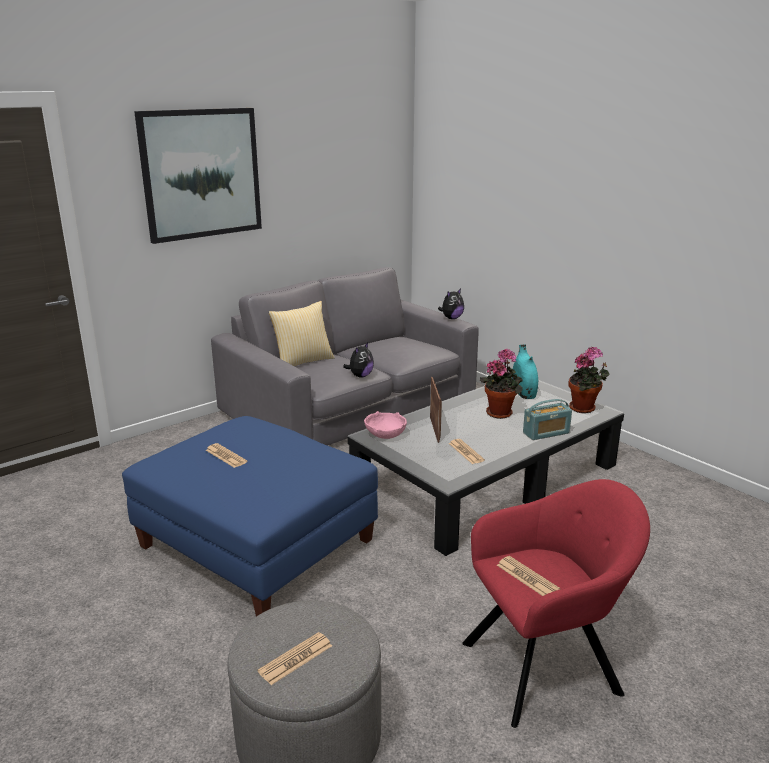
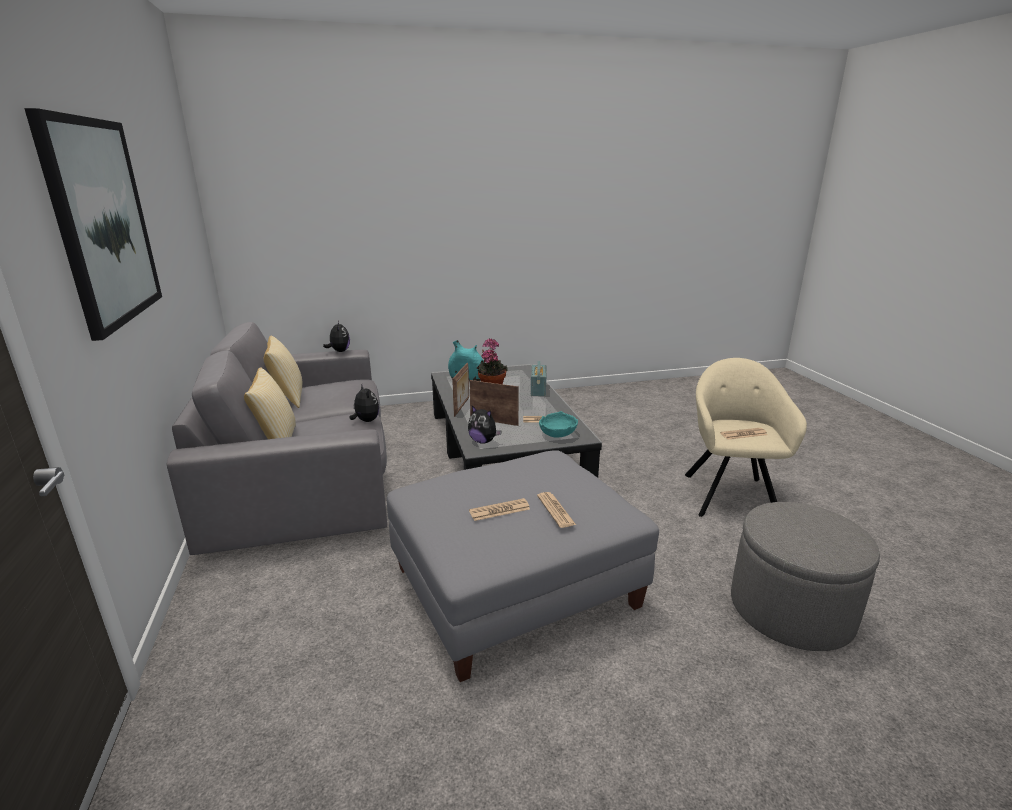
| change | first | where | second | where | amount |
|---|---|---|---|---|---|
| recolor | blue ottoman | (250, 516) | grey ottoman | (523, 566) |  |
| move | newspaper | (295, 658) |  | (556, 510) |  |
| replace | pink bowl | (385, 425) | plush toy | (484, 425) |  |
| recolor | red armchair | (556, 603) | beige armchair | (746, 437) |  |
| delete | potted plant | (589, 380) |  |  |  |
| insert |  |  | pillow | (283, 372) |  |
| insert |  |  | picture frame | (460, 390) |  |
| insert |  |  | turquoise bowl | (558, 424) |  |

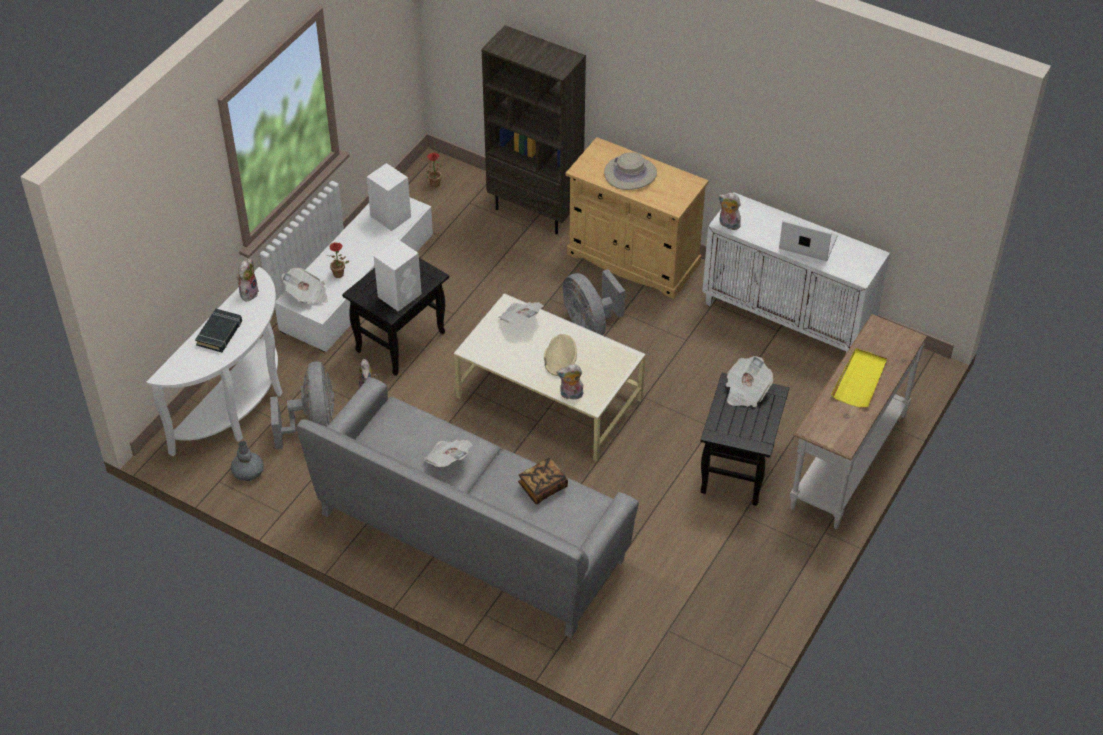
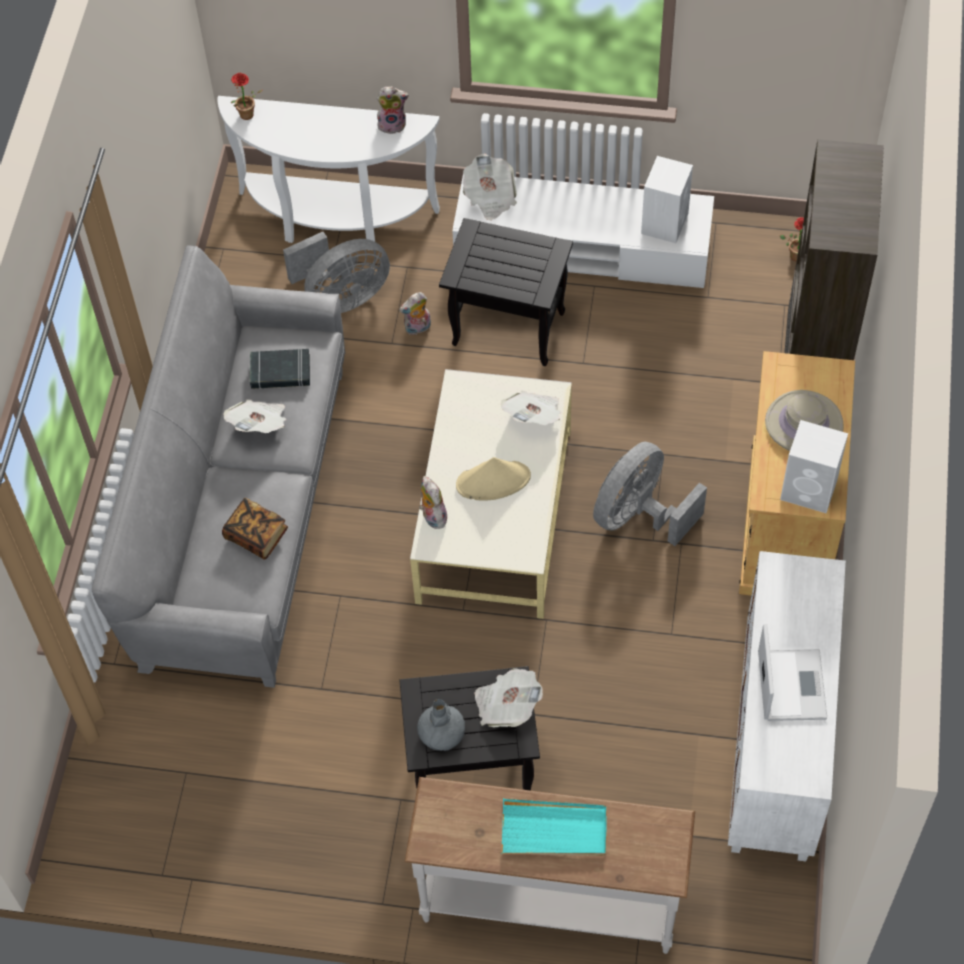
| change | first | where | second | where | amount |
|---|---|---|---|---|---|
| move | black book | (218, 330) |  | (280, 369) |  |
| move | grey vase | (247, 461) |  | (441, 725) |  |
| move | potted plant | (338, 260) |  | (246, 96) |  |
| move | white speaker | (398, 275) |  | (814, 466) |  |
| delete | plush toy | (729, 211) |  |  |  |
| recolor | yellow tray | (859, 378) | turquoise tray | (554, 827) |  |

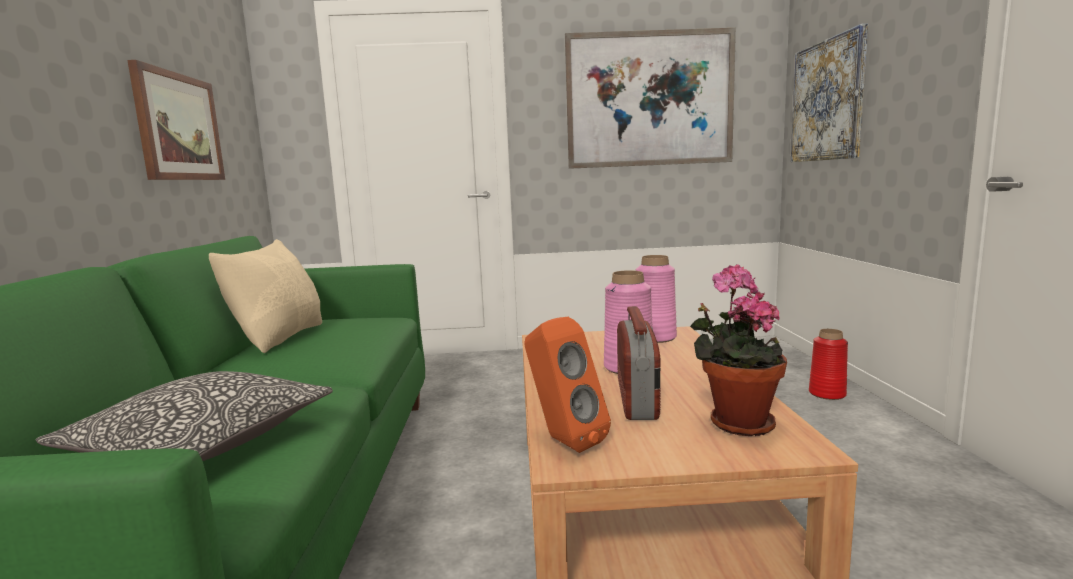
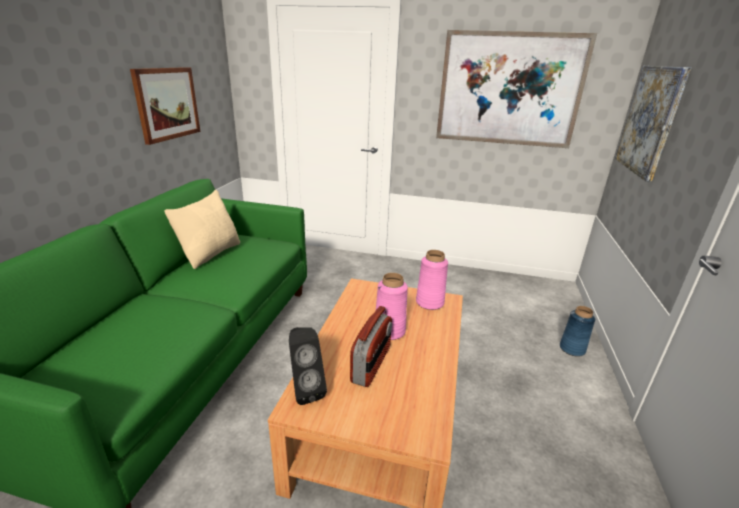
| change | first | where | second | where | amount |
|---|---|---|---|---|---|
| delete | pillow | (184, 416) |  |  |  |
| recolor | orange speaker | (567, 385) | black speaker | (308, 366) |  |
| delete | potted plant | (738, 350) |  |  |  |
| recolor | red vase | (828, 364) | blue vase | (577, 331) |  |

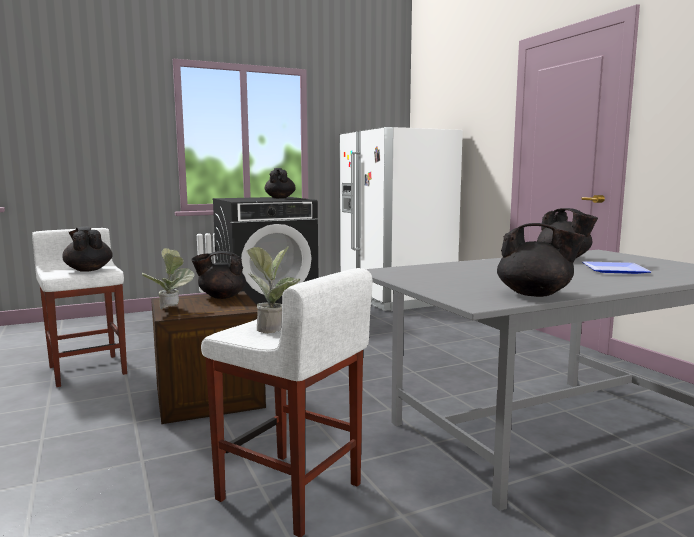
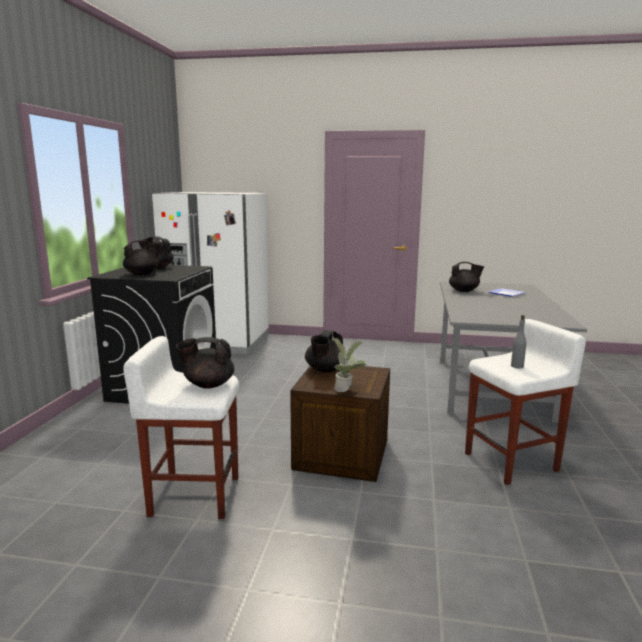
| change | first | where | second | where | amount |
|---|---|---|---|---|---|
| replace | potted plant | (273, 289) | grey bottle | (518, 341) |  |
| move | black teapot | (541, 260) |  | (142, 257) |  |

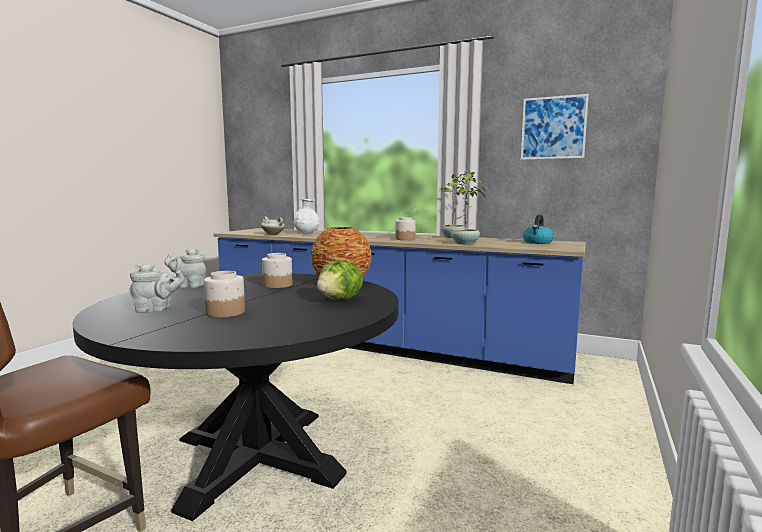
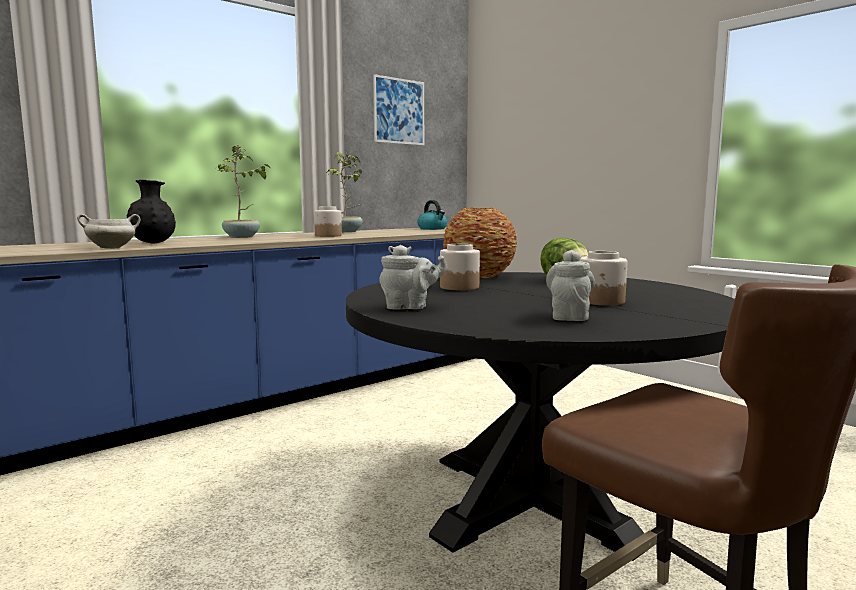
| change | first | where | second | where | amount |
|---|---|---|---|---|---|
| rotate | grey teapot | (185, 268) |  | (413, 277) | 120 degrees counterclockwise |
| recolor | white vase | (306, 216) | black vase | (151, 212) |  |
| move | potted plant | (468, 207) |  | (243, 191) |  |

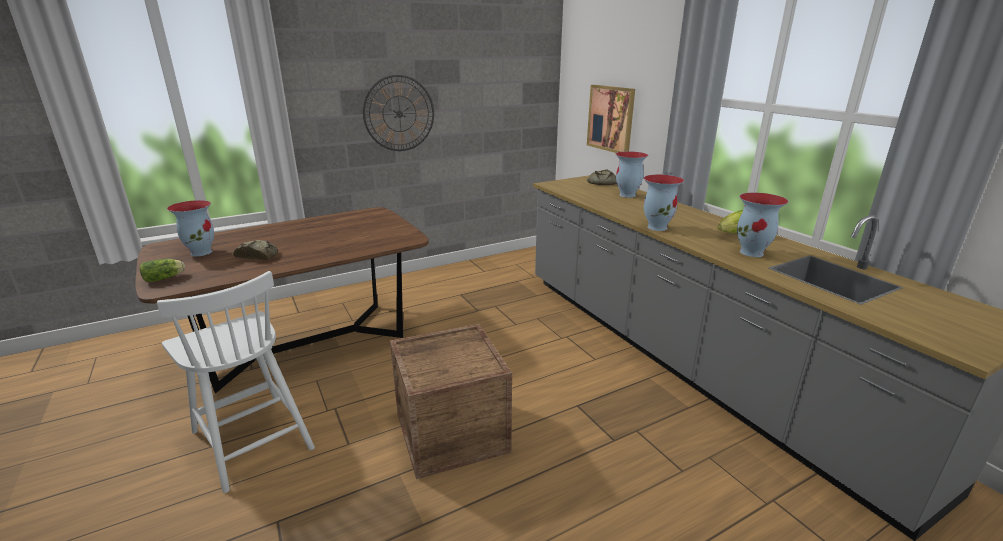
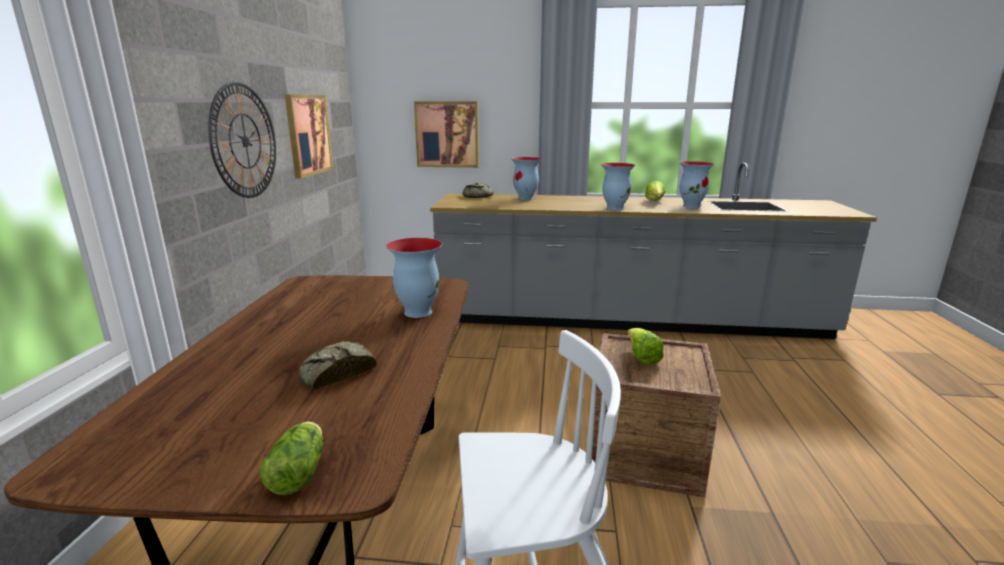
| change | first | where | second | where | amount |
|---|---|---|---|---|---|
| move | vase | (190, 228) |  | (414, 278) |  |
| insert |  |  | picture | (309, 136) |  |
| insert |  |  | lettuce | (645, 346) |  |

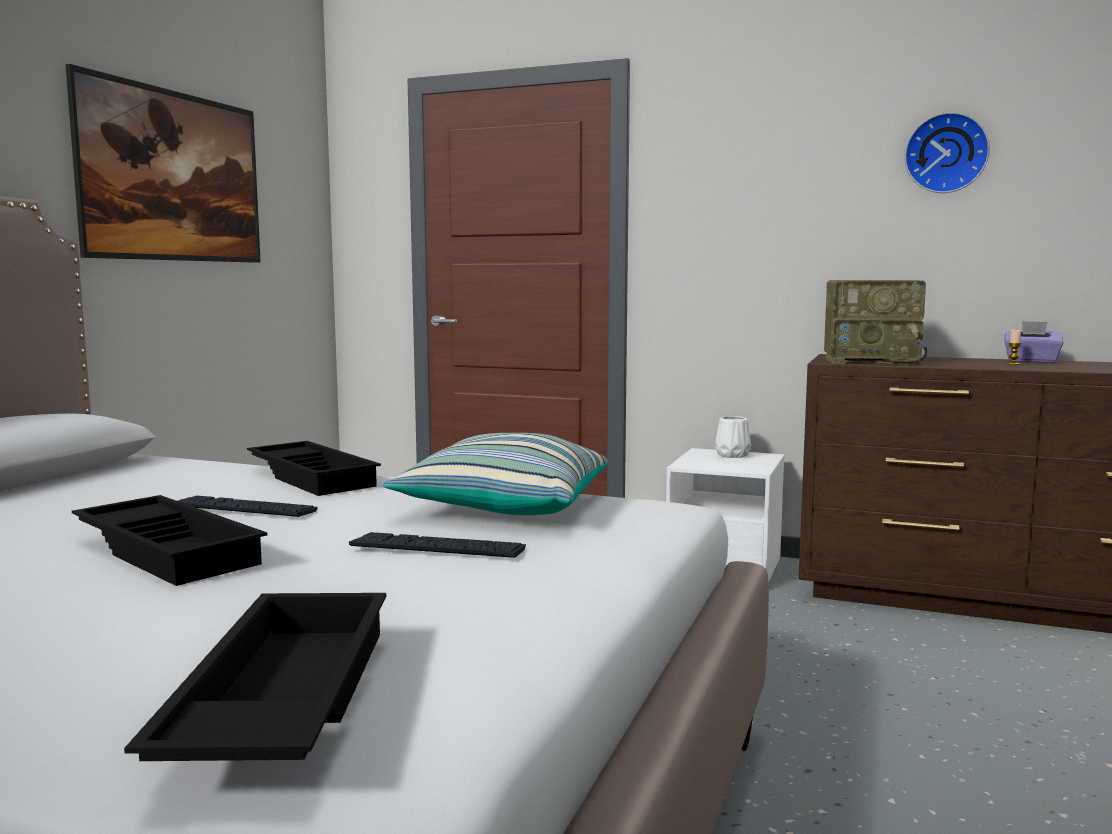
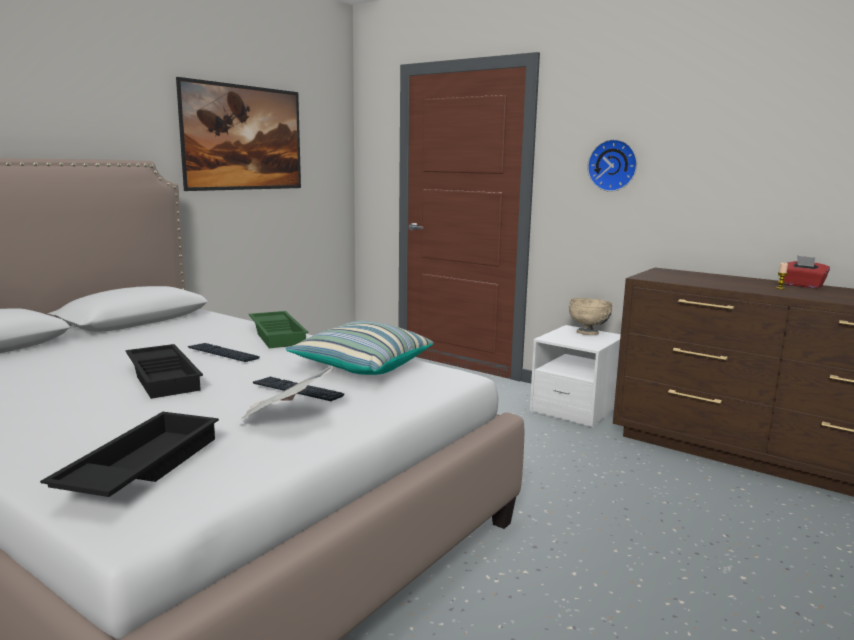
| change | first | where | second | where | amount |
|---|---|---|---|---|---|
| recolor | black tray | (314, 468) | green tray | (278, 329) |  |
| replace | white vase | (733, 437) | beige bowl | (591, 316) |  |
| delete | radio | (875, 322) |  |  |  |
| move | wall clock | (947, 152) |  | (612, 165) |  |
| recolor | purple tissue box | (1034, 342) | red tissue box | (807, 271) |  |
| insert |  |  | newspaper | (287, 392) |  |

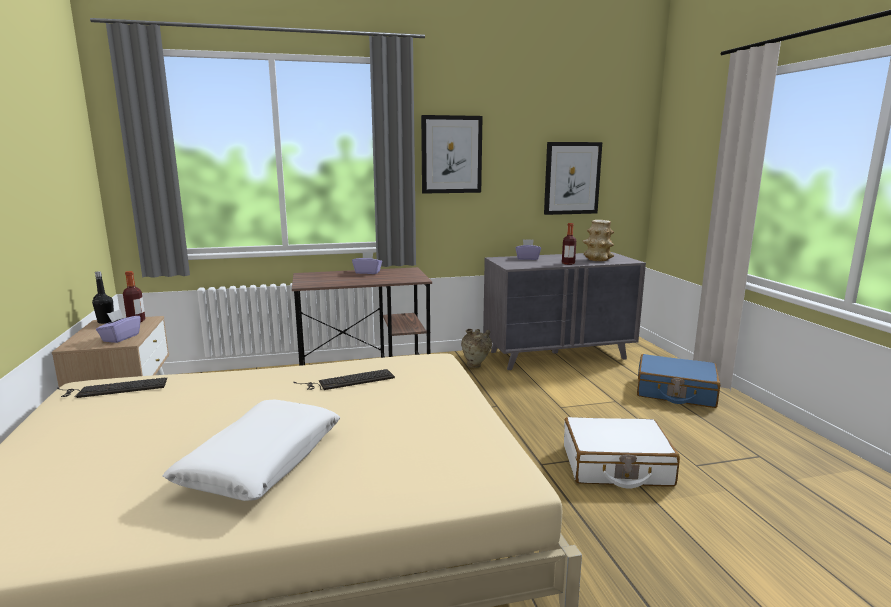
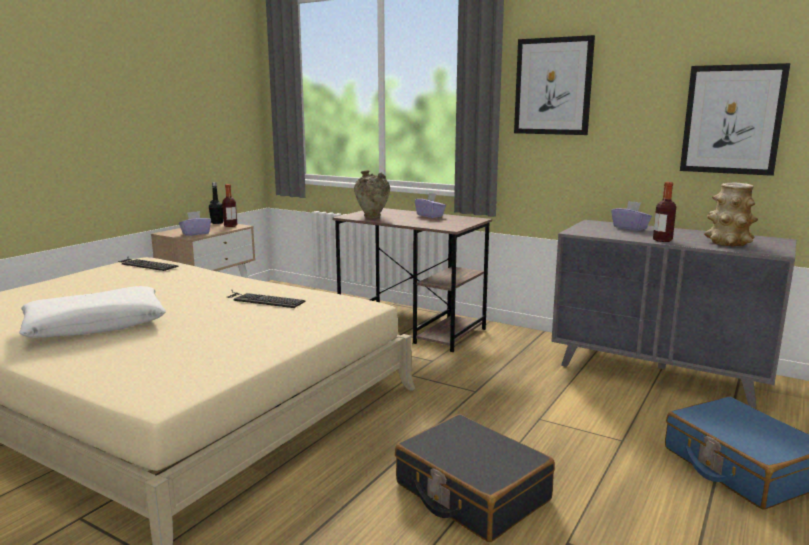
| change | first | where | second | where | amount |
|---|---|---|---|---|---|
| move | beige vase | (476, 348) |  | (372, 194) |  |
| recolor | white suitcase | (622, 452) | black suitcase | (475, 478) |  |

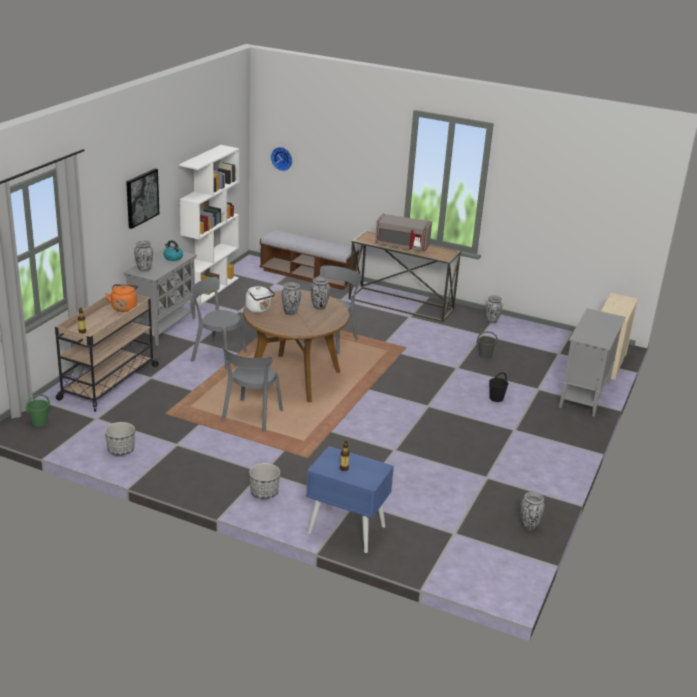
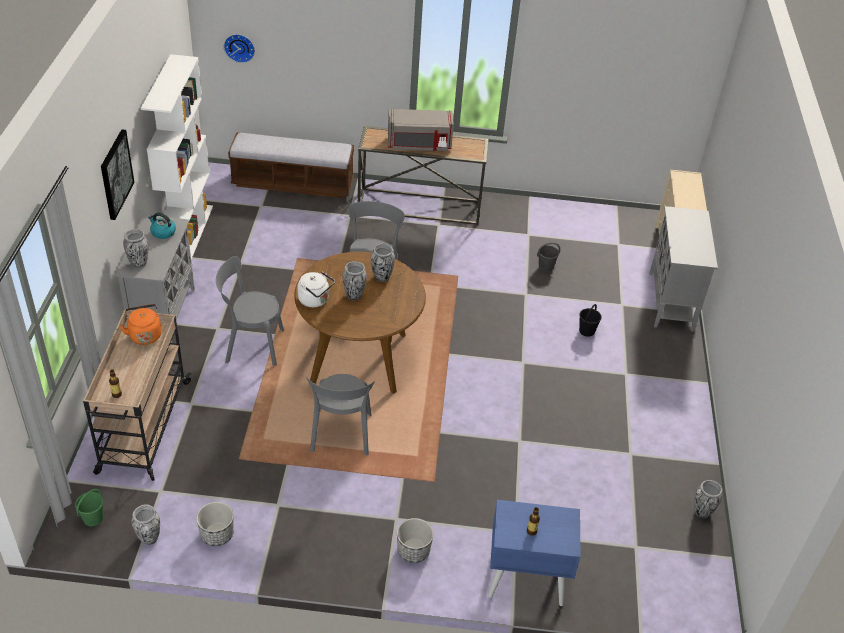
| change | first | where | second | where | amount |
|---|---|---|---|---|---|
| move | vase | (494, 309) |  | (146, 524) |  |

